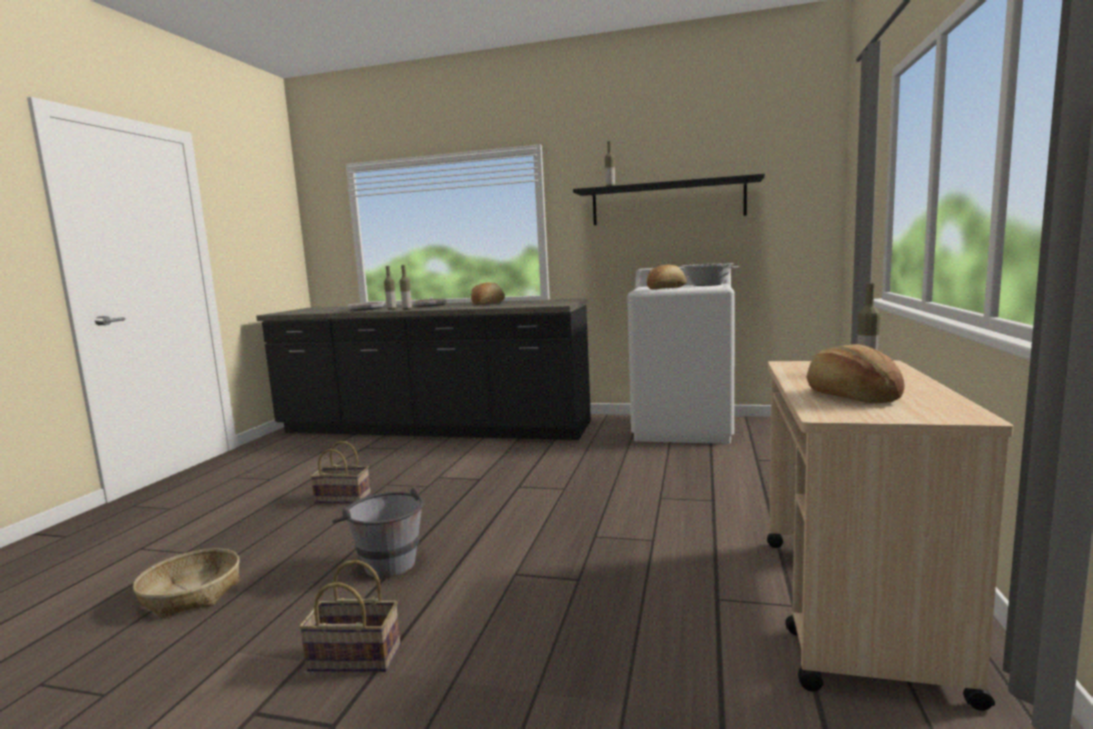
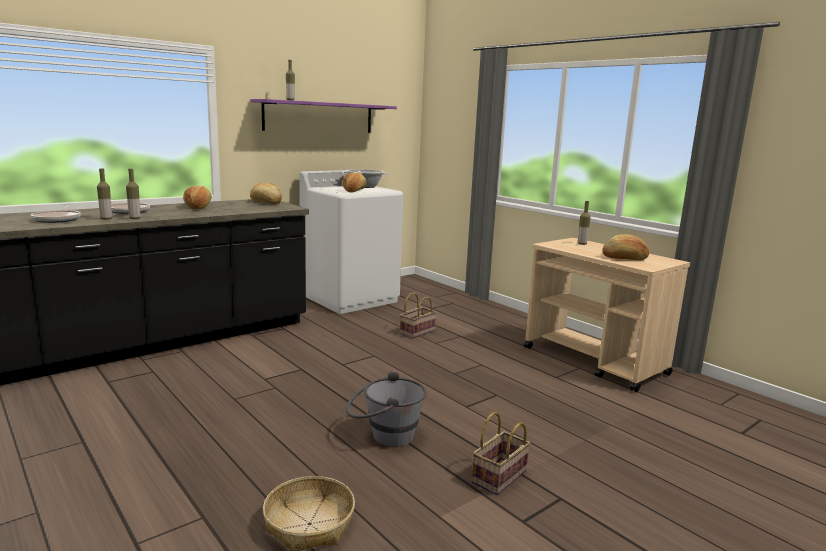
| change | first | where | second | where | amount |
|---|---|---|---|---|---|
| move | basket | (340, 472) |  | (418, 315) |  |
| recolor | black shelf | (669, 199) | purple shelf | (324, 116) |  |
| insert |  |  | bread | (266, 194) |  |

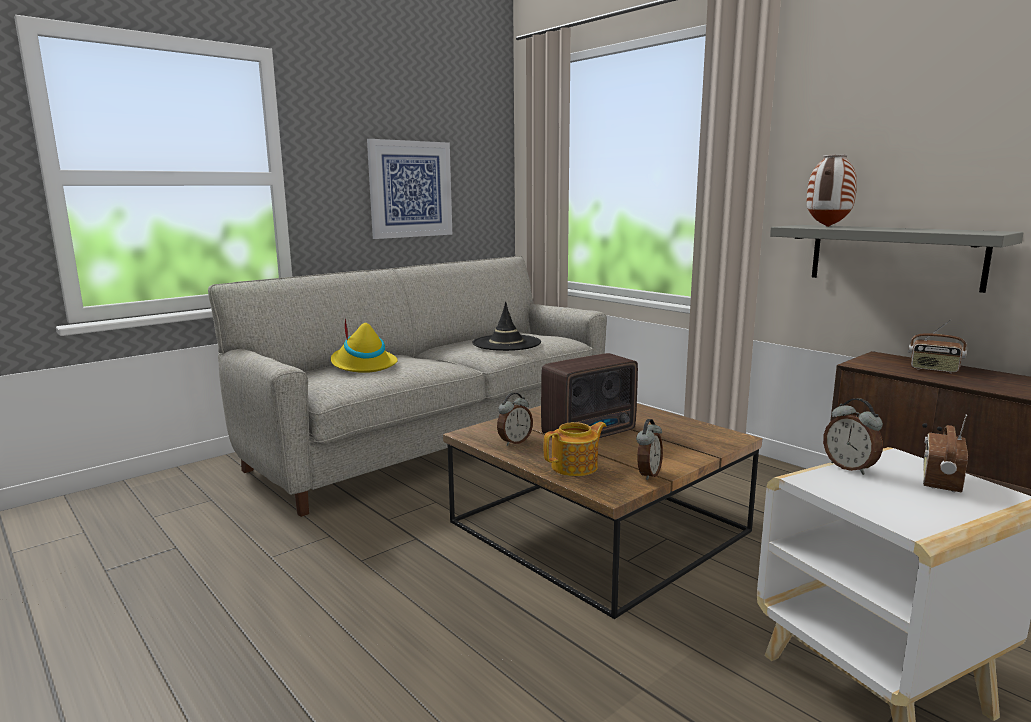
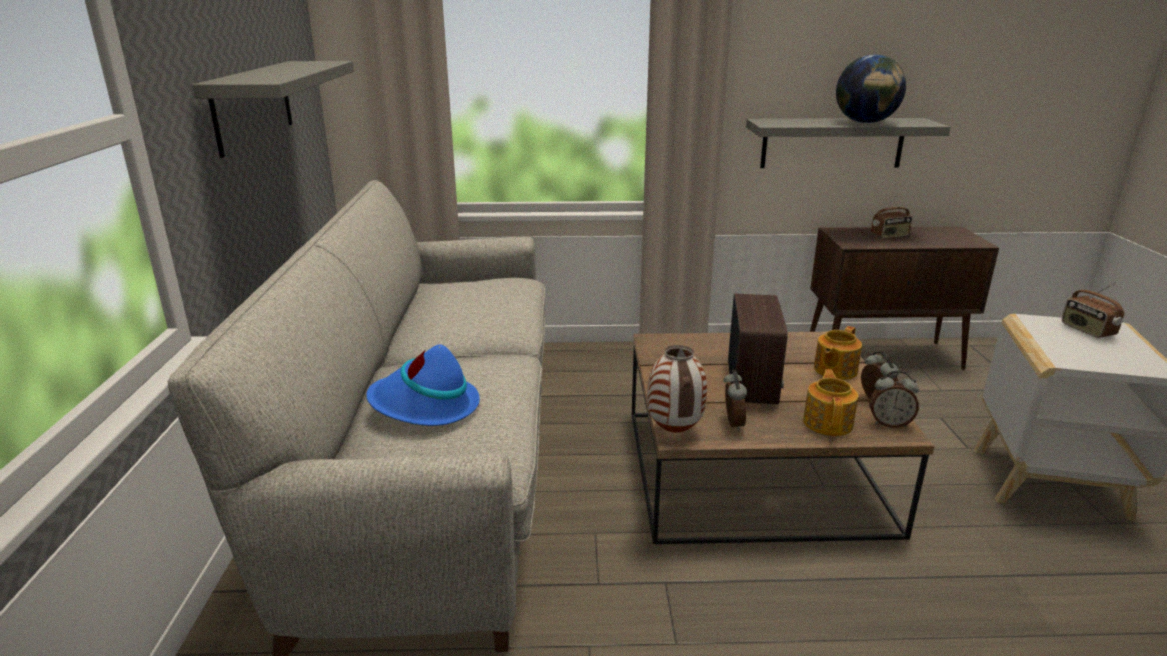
| change | first | where | second | where | amount |
|---|---|---|---|---|---|
| recolor | yellow hat | (364, 345) | blue hat | (423, 385) |  |
| replace | picture | (409, 189) | grey shelf | (273, 109) |  |
| delete | black hat | (507, 326) |  |  |  |
| move | vase | (832, 191) |  | (677, 389) |  |
| move | alarm clock | (853, 436) |  | (894, 399) |  |
| insert |  |  | teapot | (838, 353) |  |
| insert |  |  | globe | (871, 88) |  |

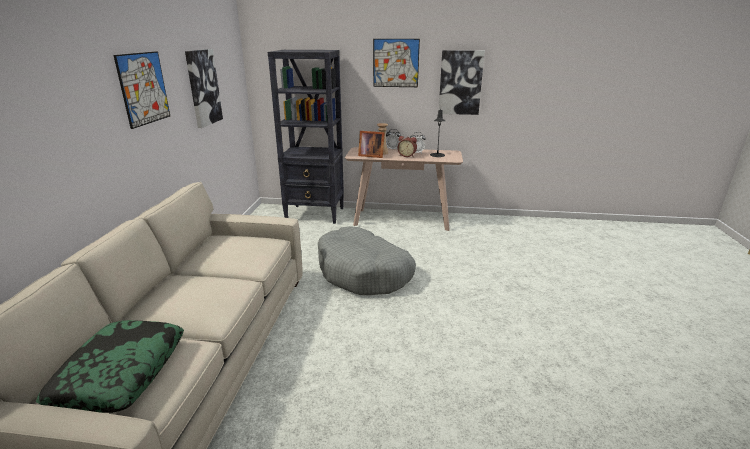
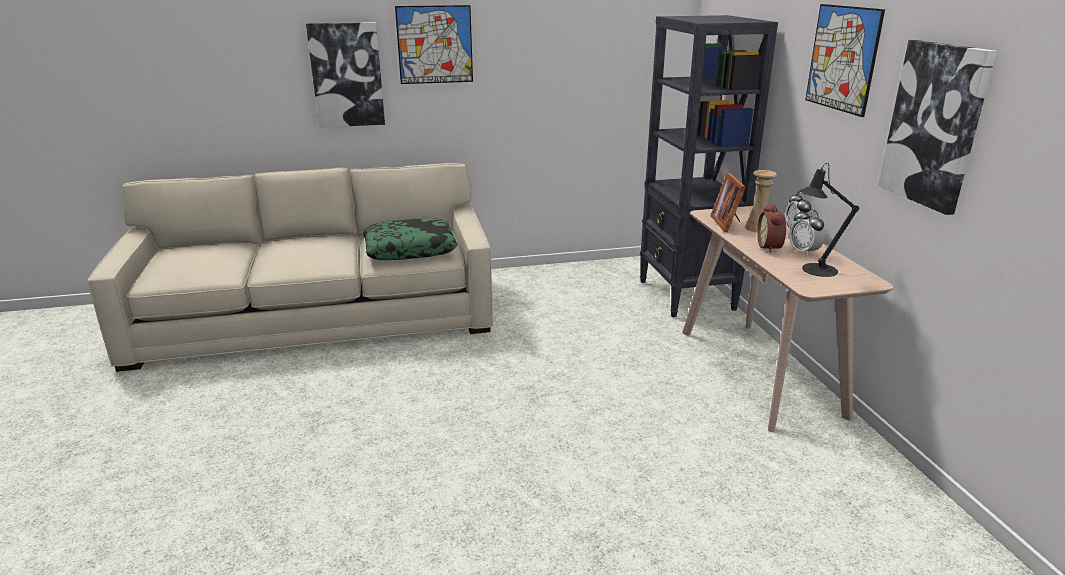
| change | first | where | second | where | amount |
|---|---|---|---|---|---|
| move | pillow | (110, 366) |  | (410, 239) |  |
| move | picture | (204, 88) |  | (345, 75) |  |
| delete | grey dog bed | (367, 260) |  |  |  |

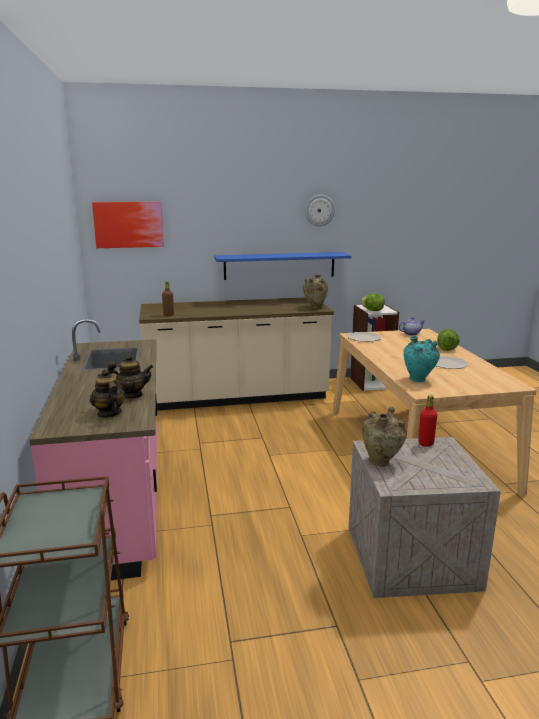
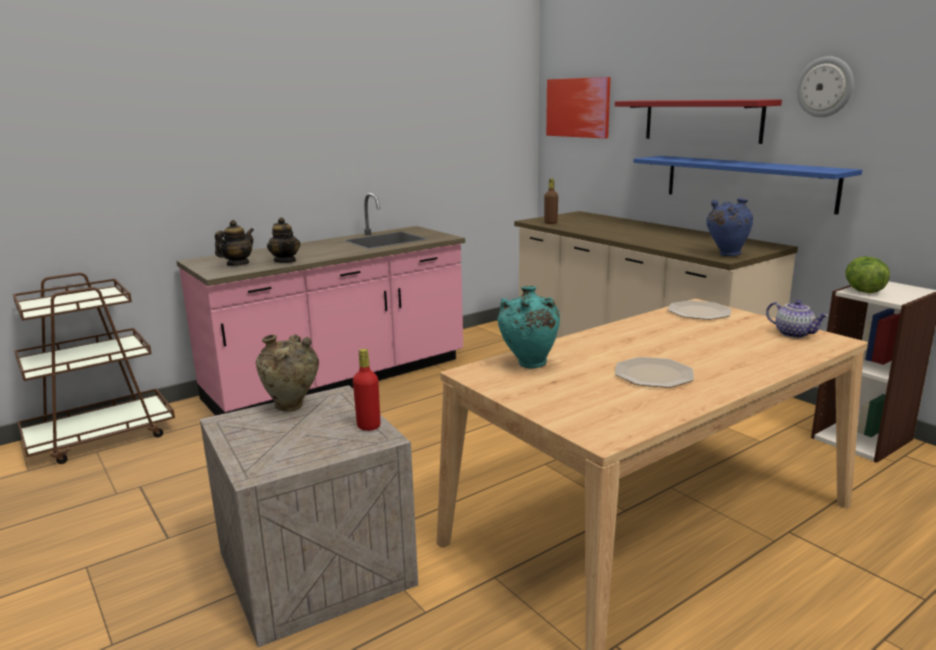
| change | first | where | second | where | amount |
|---|---|---|---|---|---|
| recolor | beige vase | (315, 291) | blue vase | (729, 227) |  |
| delete | lettuce | (448, 340) |  |  |  |
| insert |  |  | red shelf | (698, 121) |  |

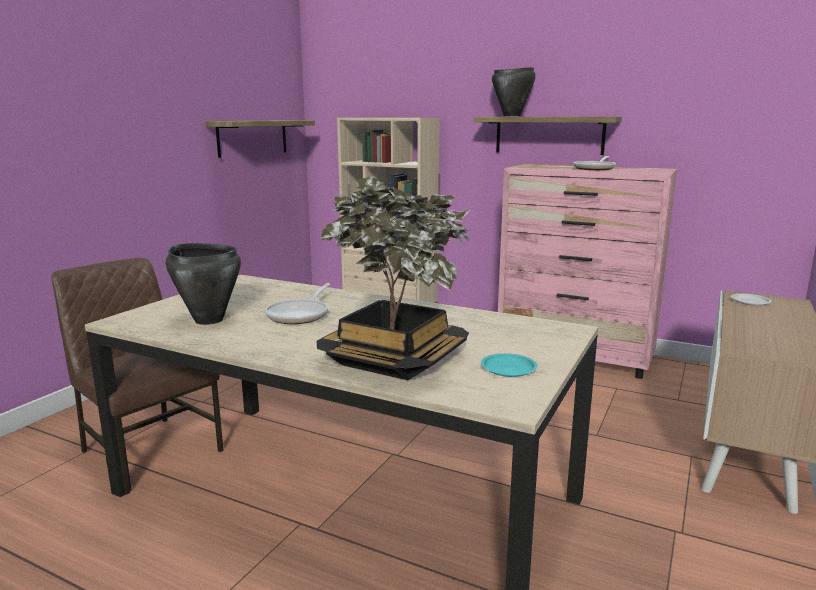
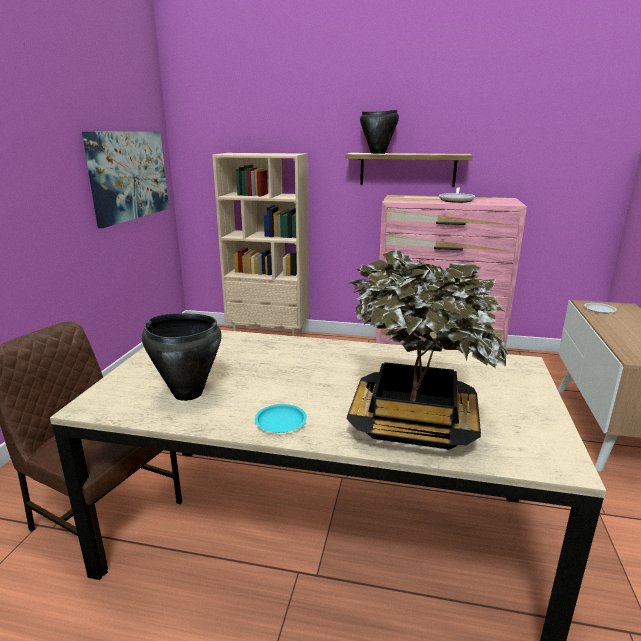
| change | first | where | second | where | amount |
|---|---|---|---|---|---|
| replace | shelf | (260, 139) | picture | (125, 179) |  |
| delete | frying pan | (297, 303) |  |  |  |
| move | turquoise plate | (509, 365) |  | (281, 418) |  |

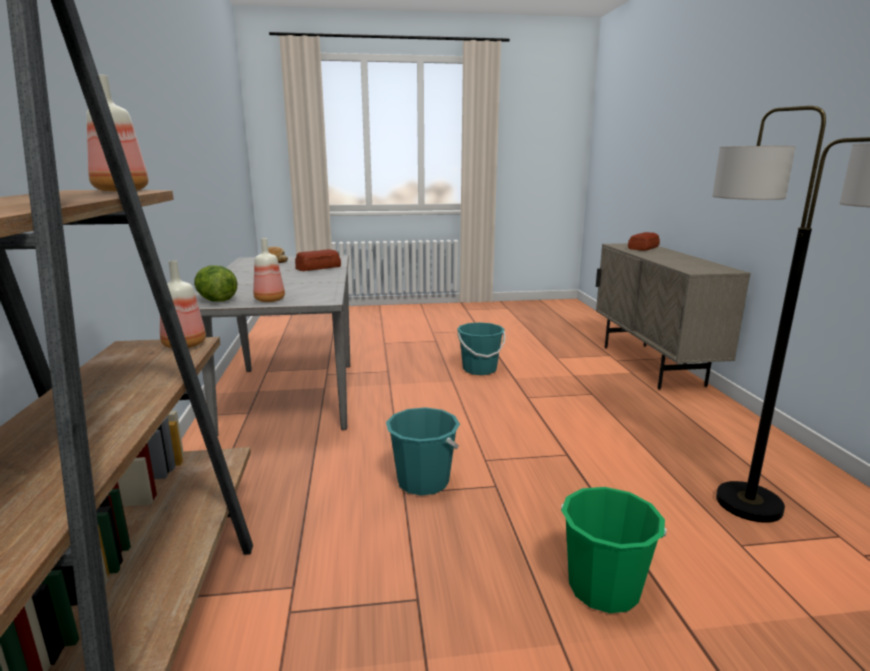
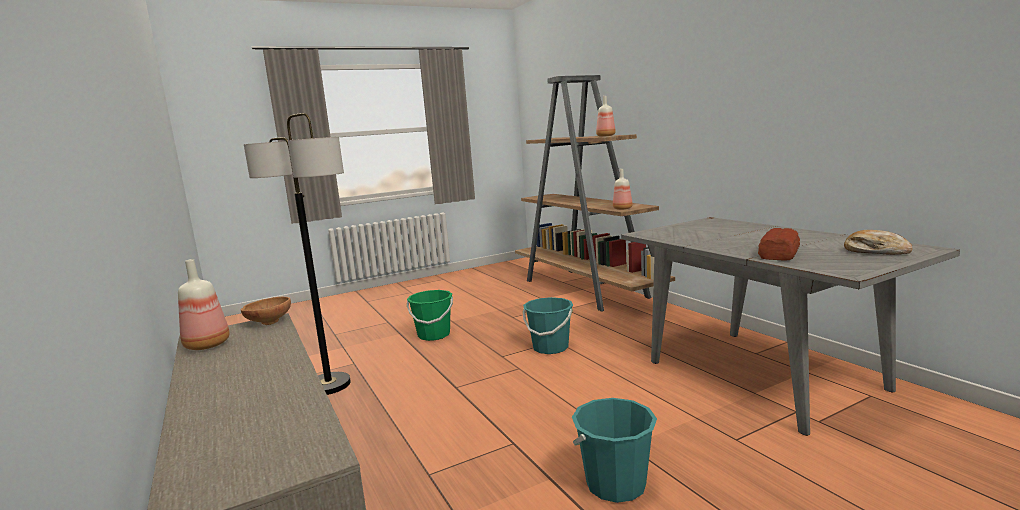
| change | first | where | second | where | amount |
|---|---|---|---|---|---|
| delete | lettuce | (215, 283) |  |  |  |
| move | bottle | (269, 270) |  | (204, 304) |  |
| delete | bread | (644, 241) |  |  |  |
| insert |  |  | brown bowl | (266, 311) |  |

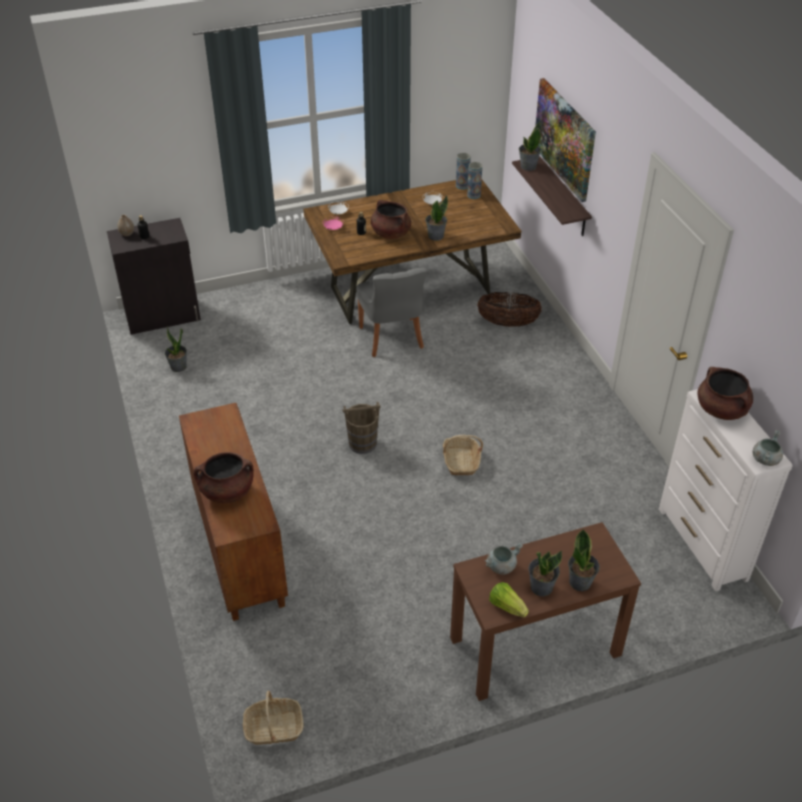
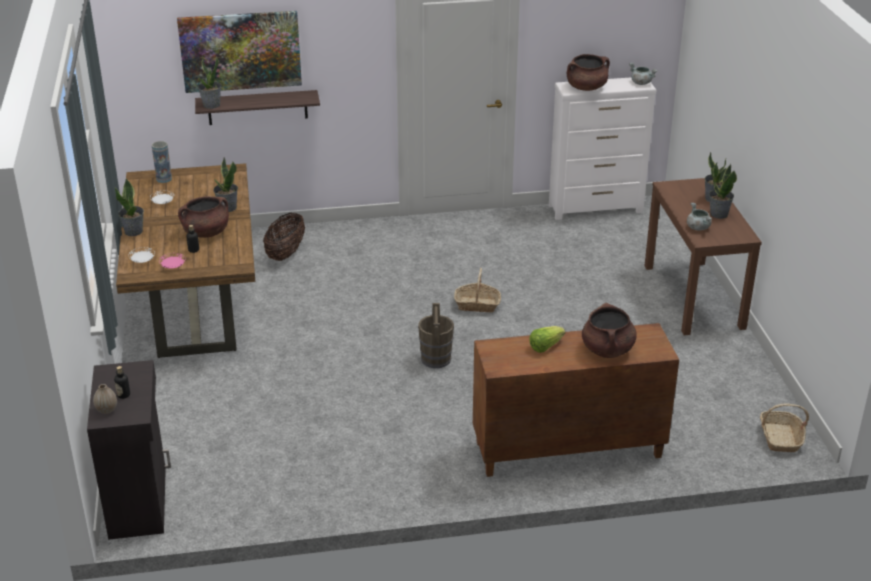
| change | first | where | second | where | amount |
|---|---|---|---|---|---|
| move | potted plant | (176, 349) |  | (129, 207) |  |
| delete | grey chair | (392, 312) |  |  |  |
| delete | vase | (463, 171) |  |  |  |
| move | lettuce | (509, 599) |  | (547, 339) |  |

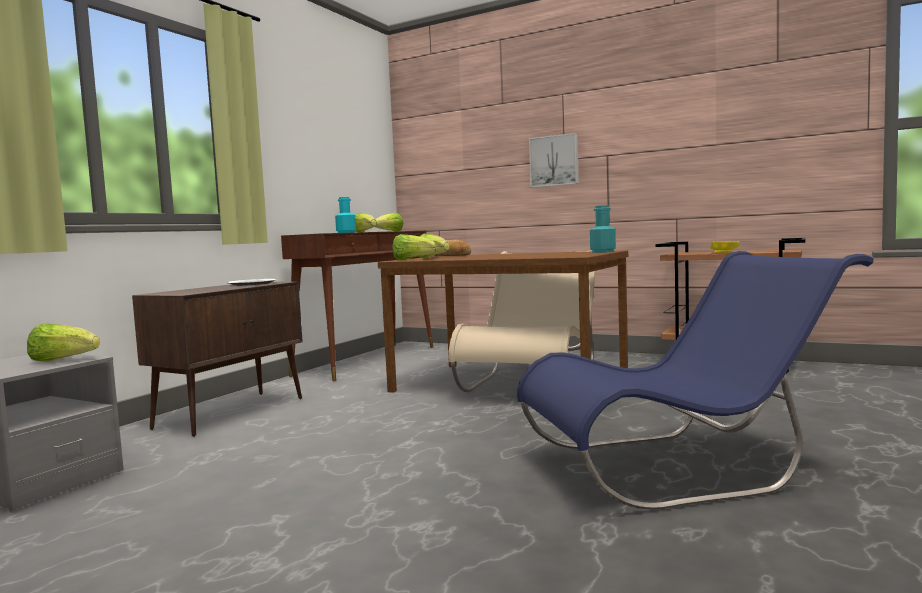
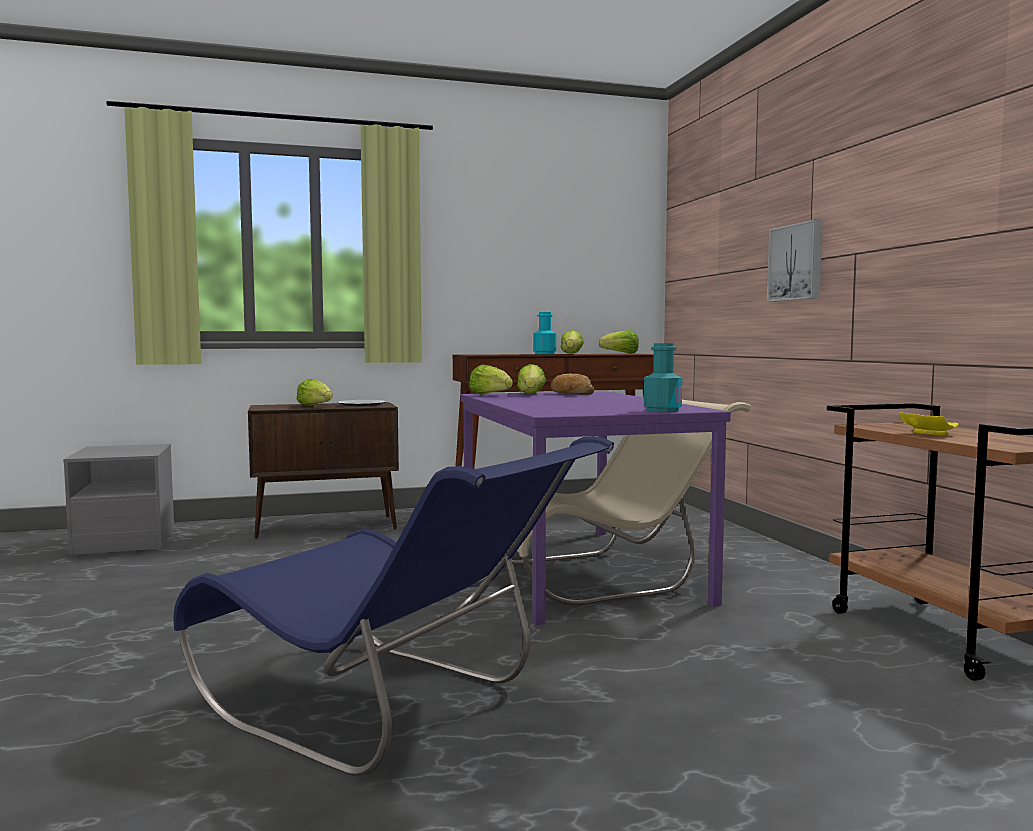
| change | first | where | second | where | amount |
|---|---|---|---|---|---|
| move | lettuce | (63, 342) |  | (314, 392) |  |
| recolor | brown dining table | (503, 321) | purple dining table | (596, 508) |  |

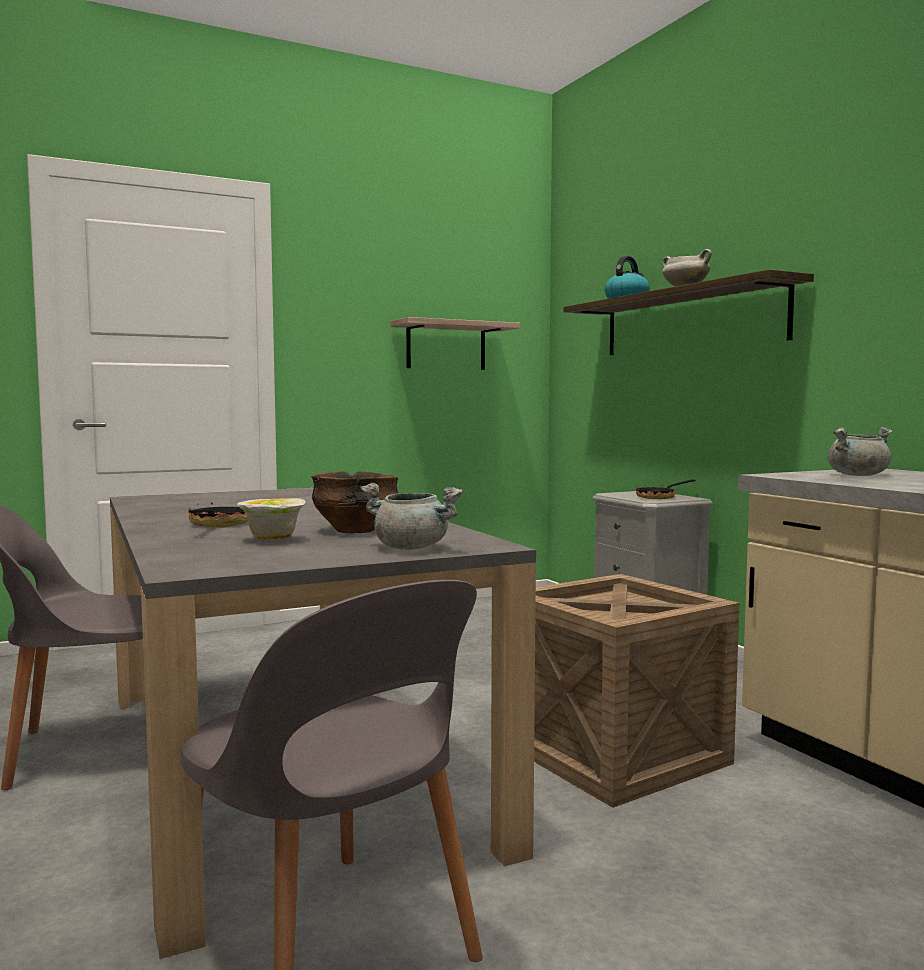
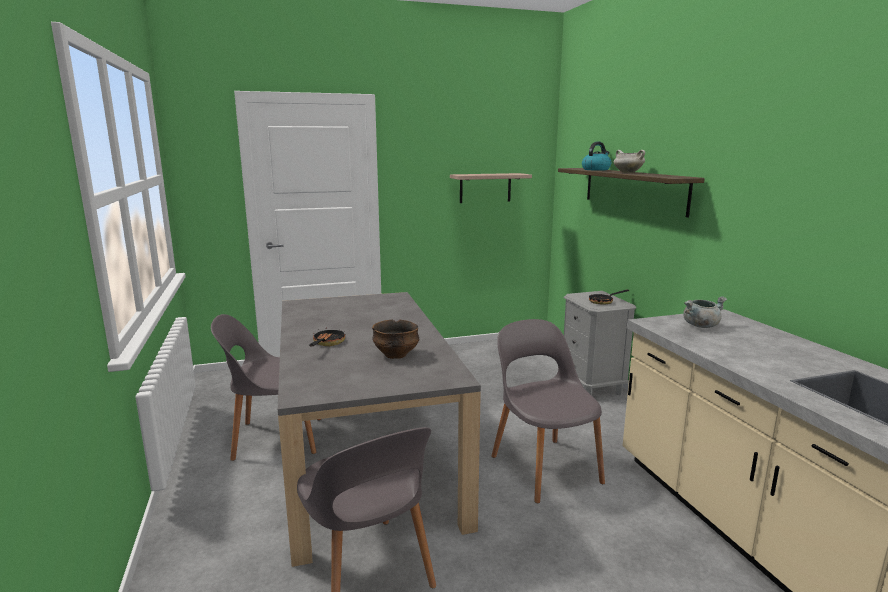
| change | first | where | second | where | amount |
|---|---|---|---|---|---|
| delete | bowl | (271, 519) |  |  |  |
| delete | grey cooking pot | (411, 516) |  |  |  |
| replace | crate | (636, 691) | grey chair | (548, 411) |  |

